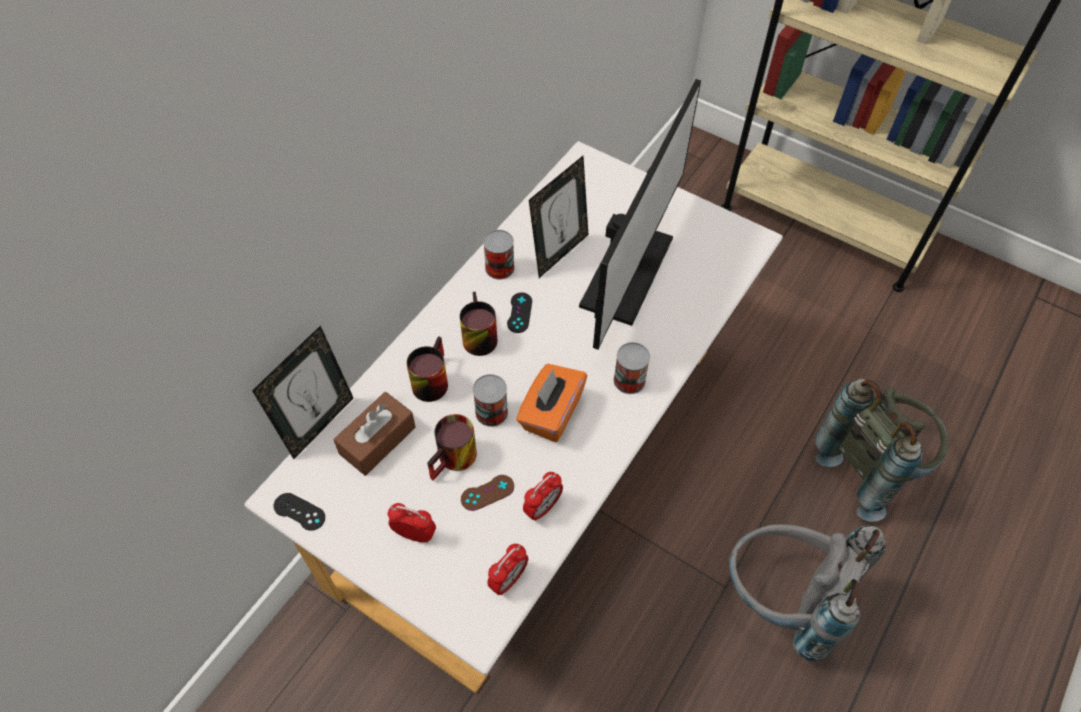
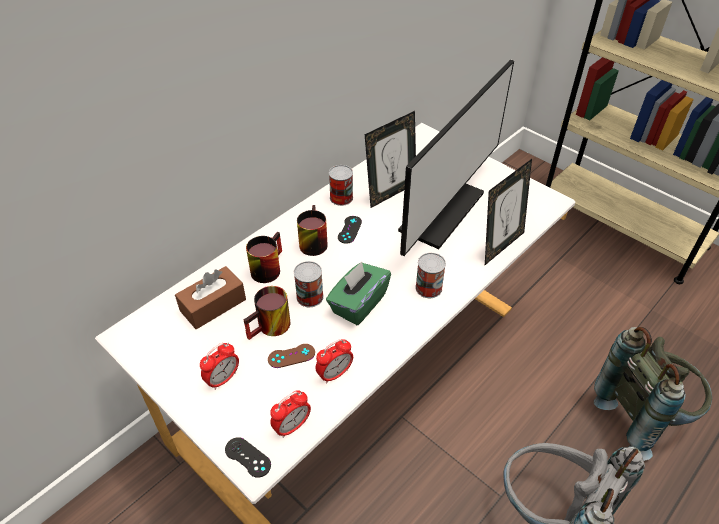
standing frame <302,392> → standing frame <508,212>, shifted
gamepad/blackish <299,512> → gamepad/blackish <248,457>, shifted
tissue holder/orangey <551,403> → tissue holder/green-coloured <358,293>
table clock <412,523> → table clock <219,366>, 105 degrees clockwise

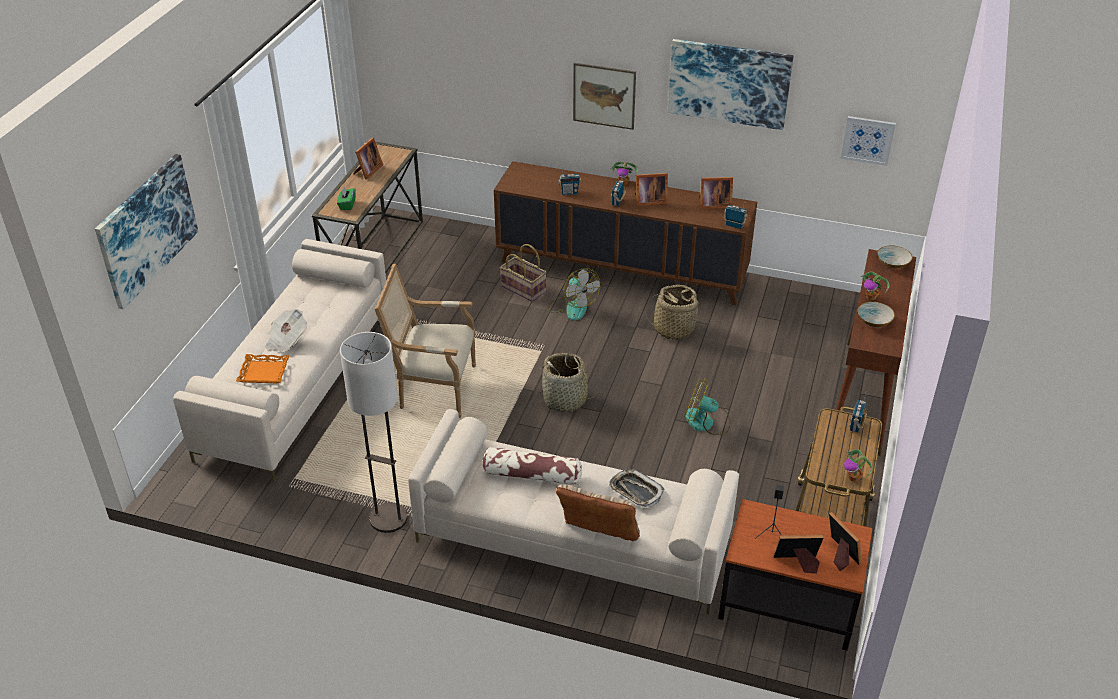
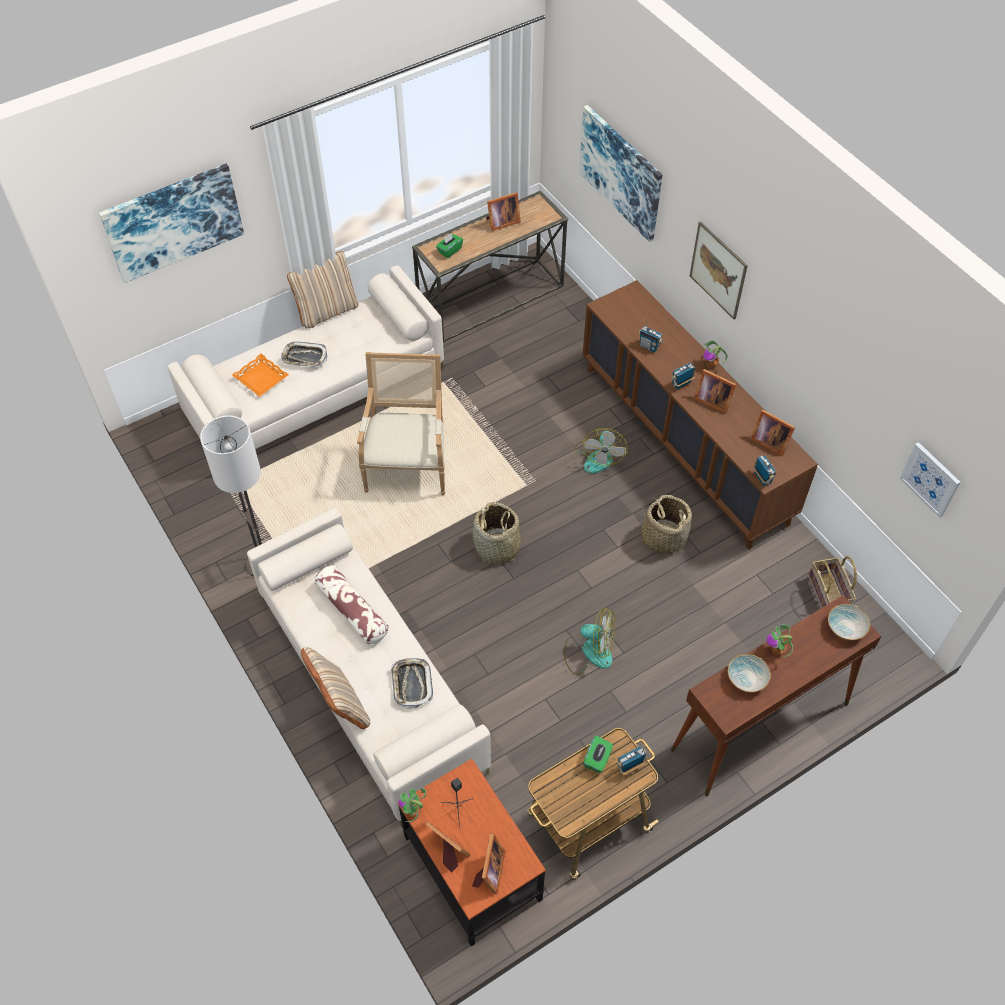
- → cushion/beige <322,289>
- → tissue holder/green-coloured <598,754>
basket <523,273> → basket <832,582>, shifted
picture <730,84> → picture <620,173>, shifted
potted plant <858,465> → potted plant <412,803>, shifted
newspaper <286,330> → carrying tray <304,354>
lounge chair <425,341> → lounge chair <401,423>, 45 degrees clockwise
electric fan <707,407> → electric fan <589,641>, 135 degrees clockwise

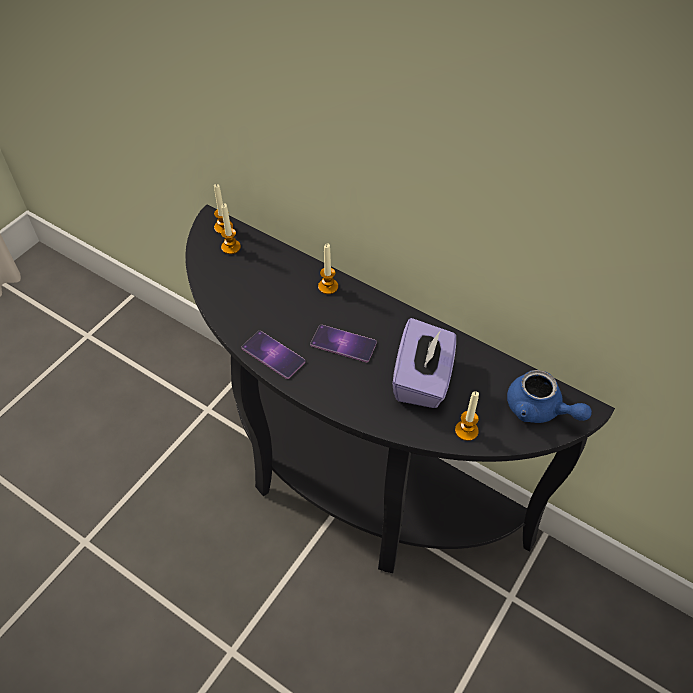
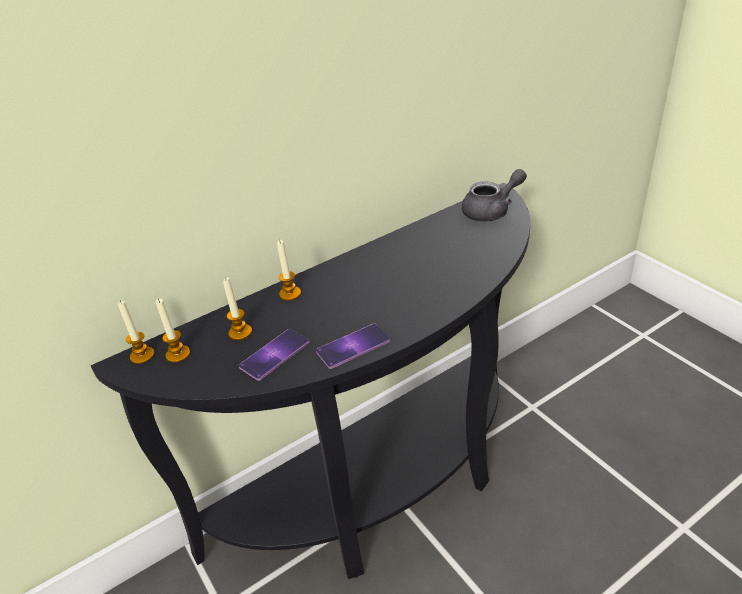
tissue holder/purplish <424,363> → -
handset <343,343> → handset <274,355>, shifted
candle <467,416> → candle <237,308>, shifted
tea pot/blue-coloured <549,396> → tea pot/gray <494,195>

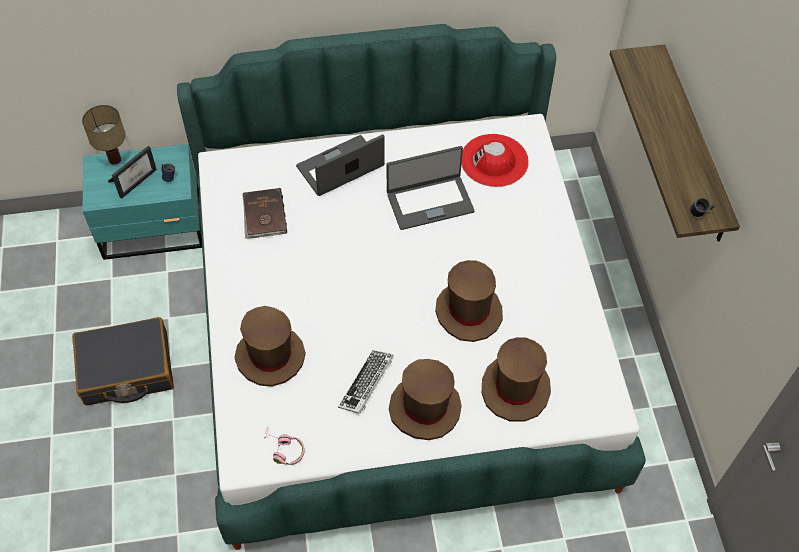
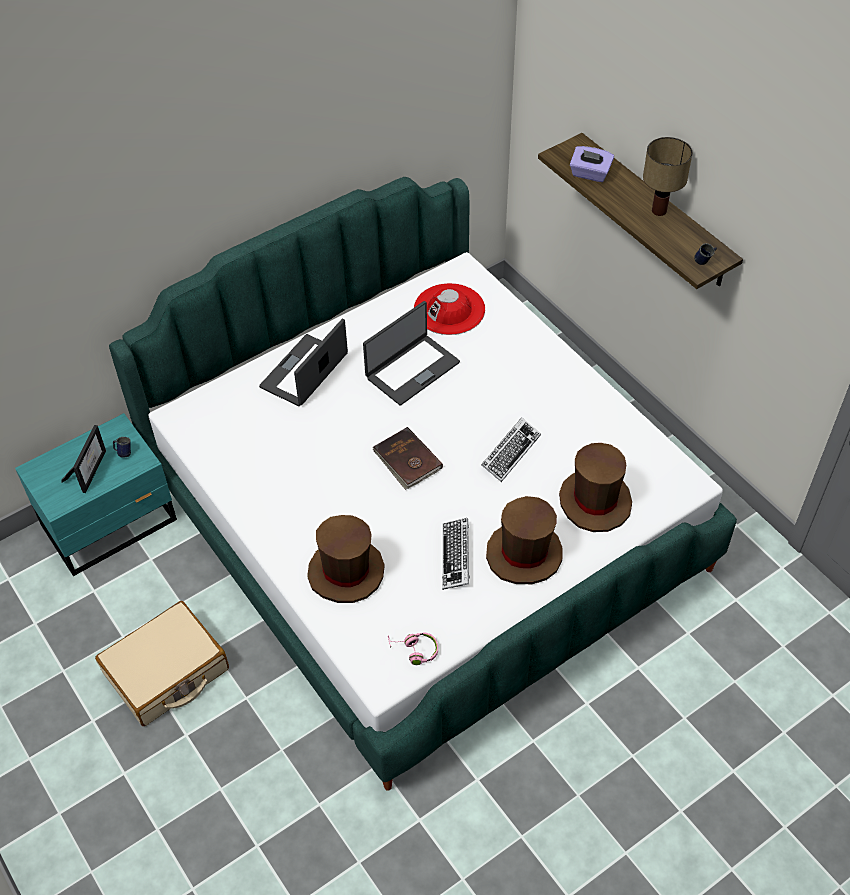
- → tissue holder/purplish <592,164>
tabletop lamp <104,134> → tabletop lamp <668,176>, shifted
volume/brownish <264,213> → volume/brownish <408,458>, shifted
hat/brownish <469,301> → keyboard <511,449>
suitcase/blackish <123,361> → suitcase/beige <162,663>

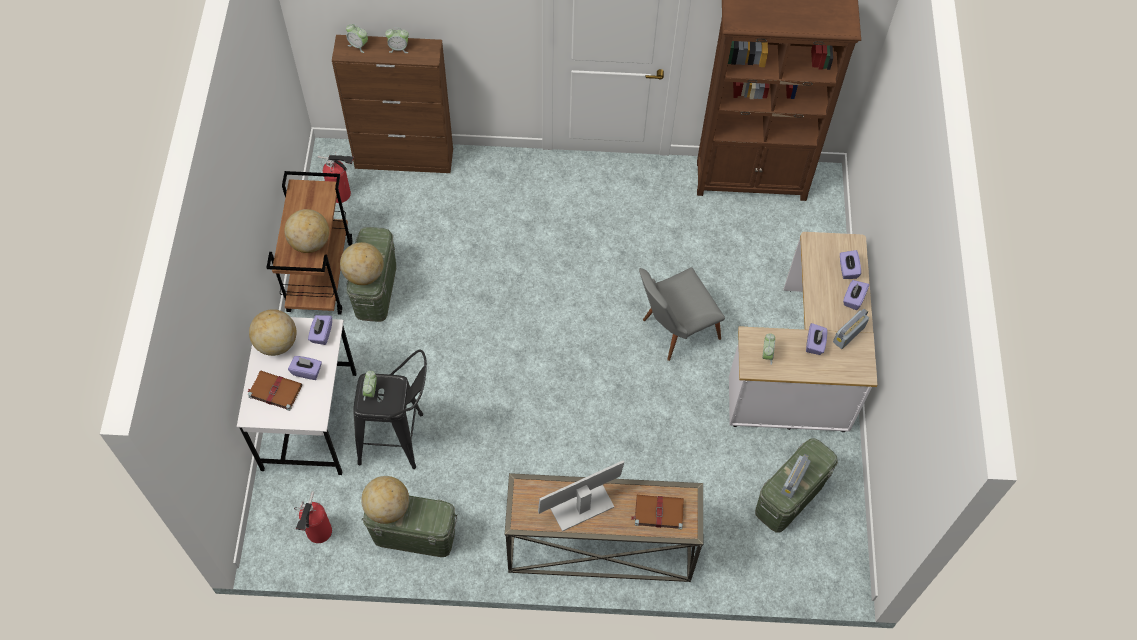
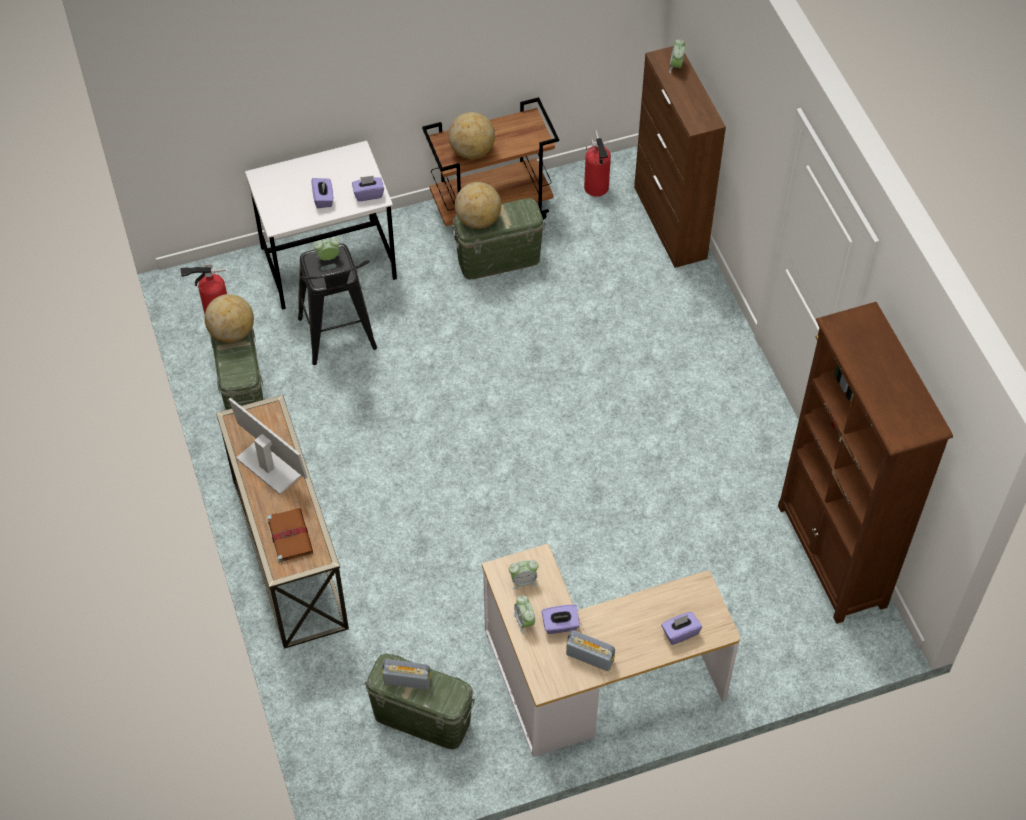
volume/brownish <274,390> → -
globe <272,332> → -
chair/gray <682,314> → -
tissue holder/purplish <856,295> → -
table clock <397,40> → table clock <524,614>, shifted

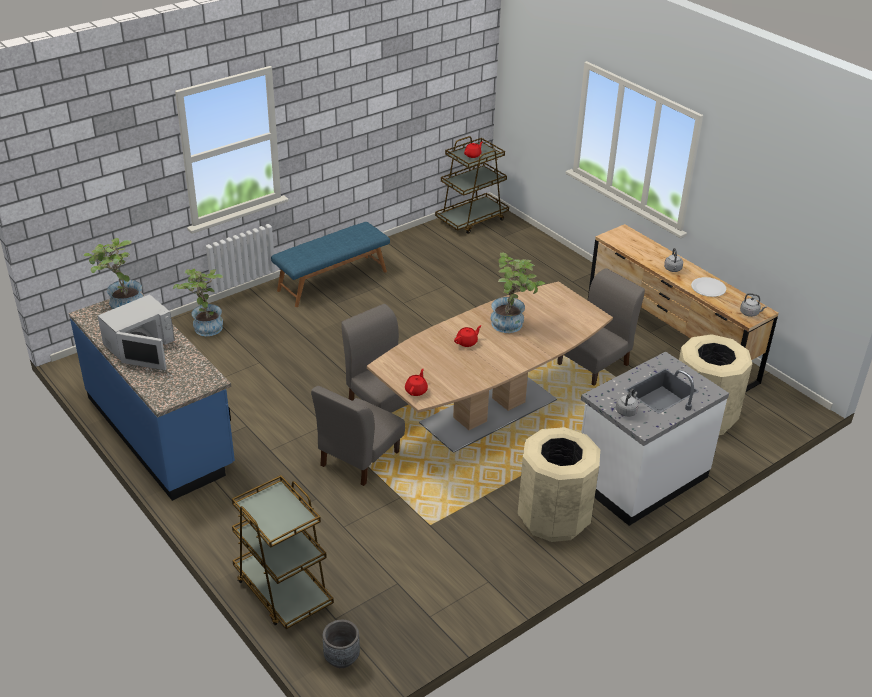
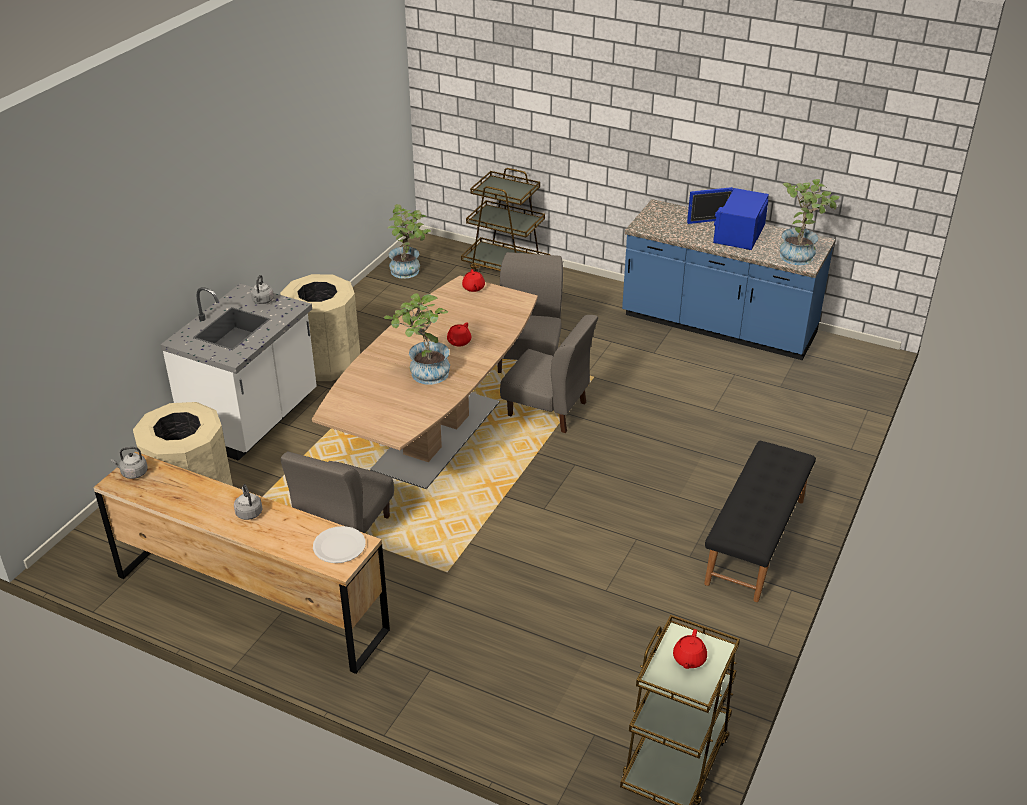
flower pot/gray <341,644> → -
potted plant <198,302> → potted plant <409,241>, shifted
dinner plate/white <708,287> → dinner plate/white <339,544>, shifted
kitchen microwave/white <136,332> → kitchen microwave/blue-coloured <728,218>
long seat/blue-coloured <330,264> → long seat/blackish <760,521>

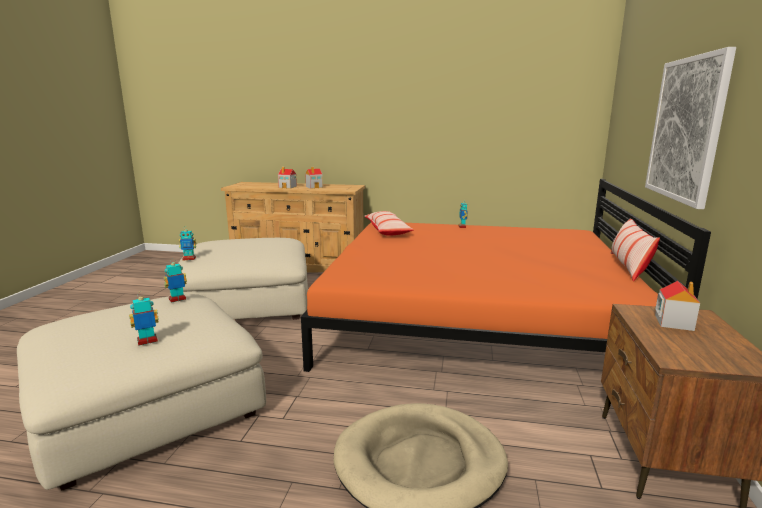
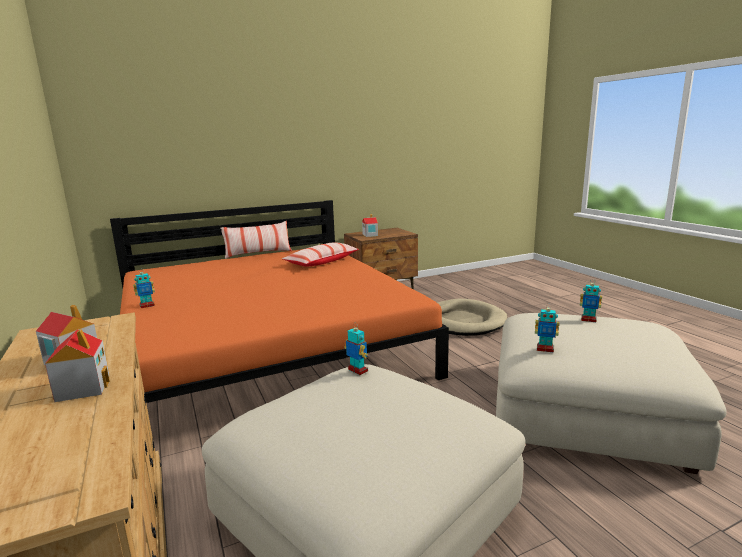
picture <690,128> → -
toy robot <187,243> → toy robot <356,349>, shifted
cushion <389,223> → cushion <320,254>, shifted

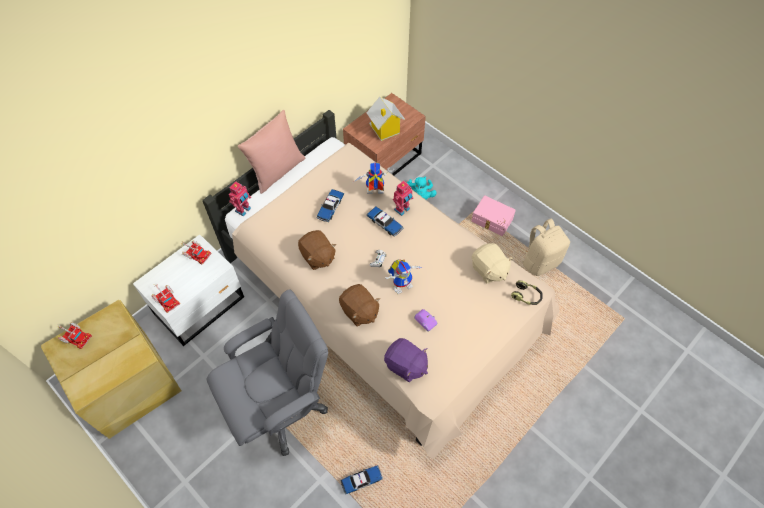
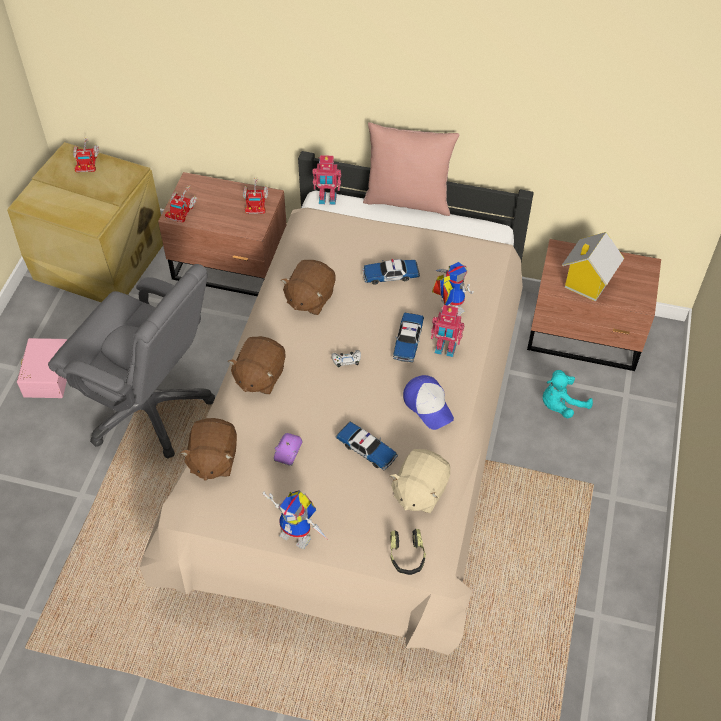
knapsack/beige <545,247> → -
- → cap <428,402>
model car <361,480> → model car <366,446>, shifted
toy robot <404,276> → toy robot <295,520>, shifted
storage bin/pink <493,215> → storage bin/pink <42,368>, shifted
bedside table/white <188,290> → bedside table/brownish <222,234>
cuddly toy/purplish <406,360> → cuddly toy/brownish <208,449>

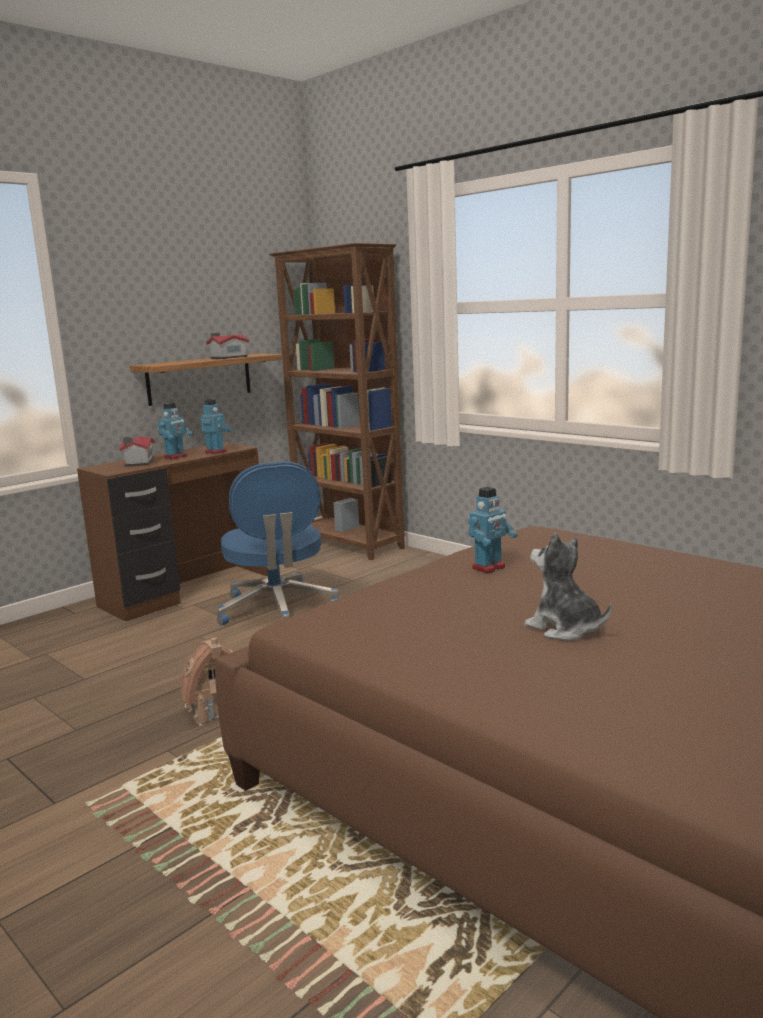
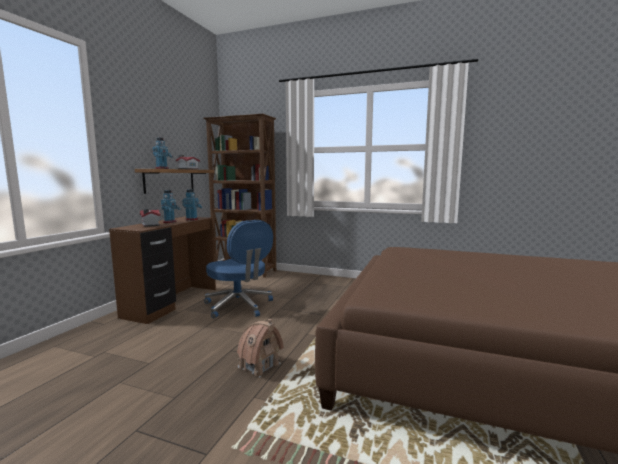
cuddly toy <568,586> → -
toy robot <492,530> → toy robot <162,153>, shifted

